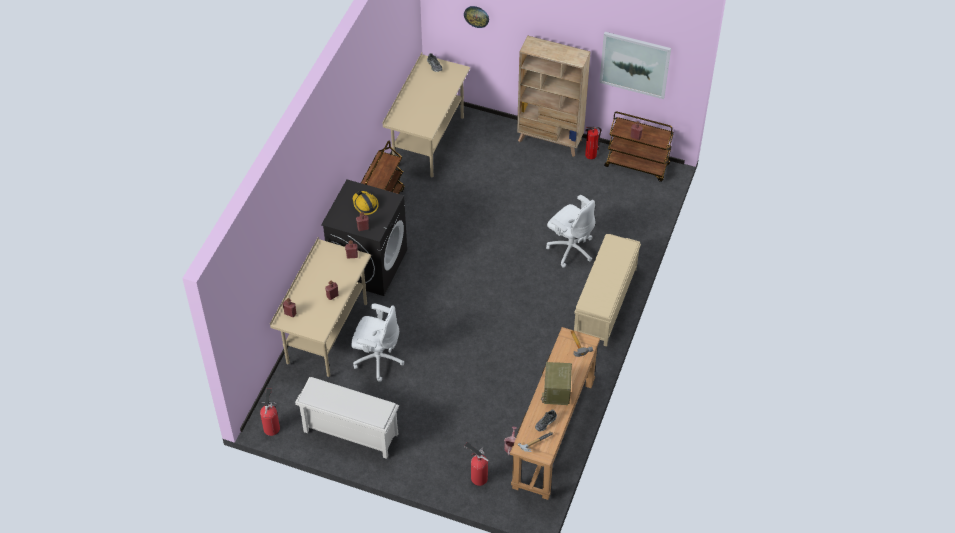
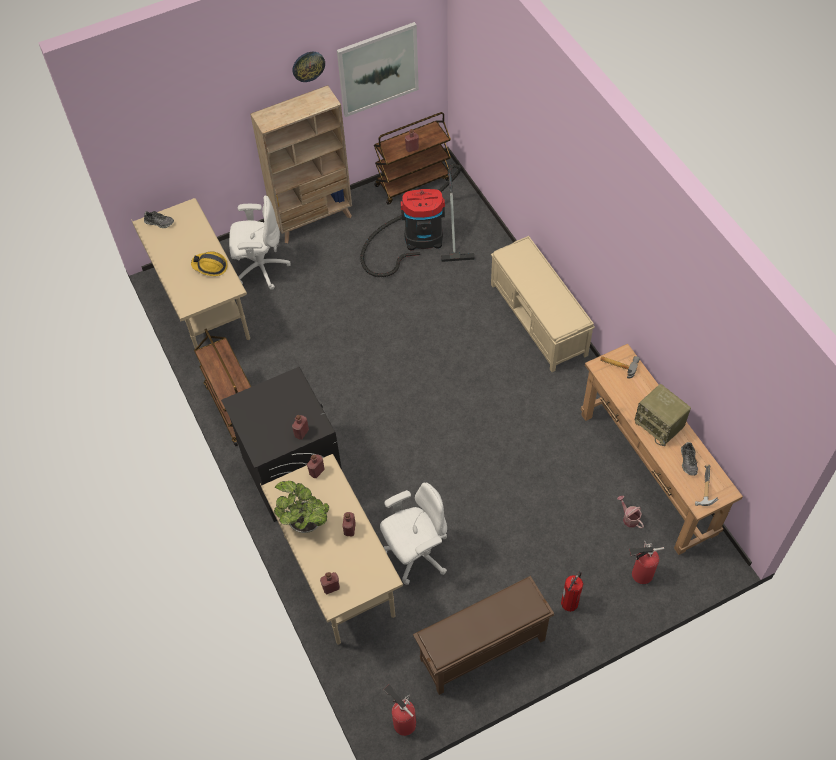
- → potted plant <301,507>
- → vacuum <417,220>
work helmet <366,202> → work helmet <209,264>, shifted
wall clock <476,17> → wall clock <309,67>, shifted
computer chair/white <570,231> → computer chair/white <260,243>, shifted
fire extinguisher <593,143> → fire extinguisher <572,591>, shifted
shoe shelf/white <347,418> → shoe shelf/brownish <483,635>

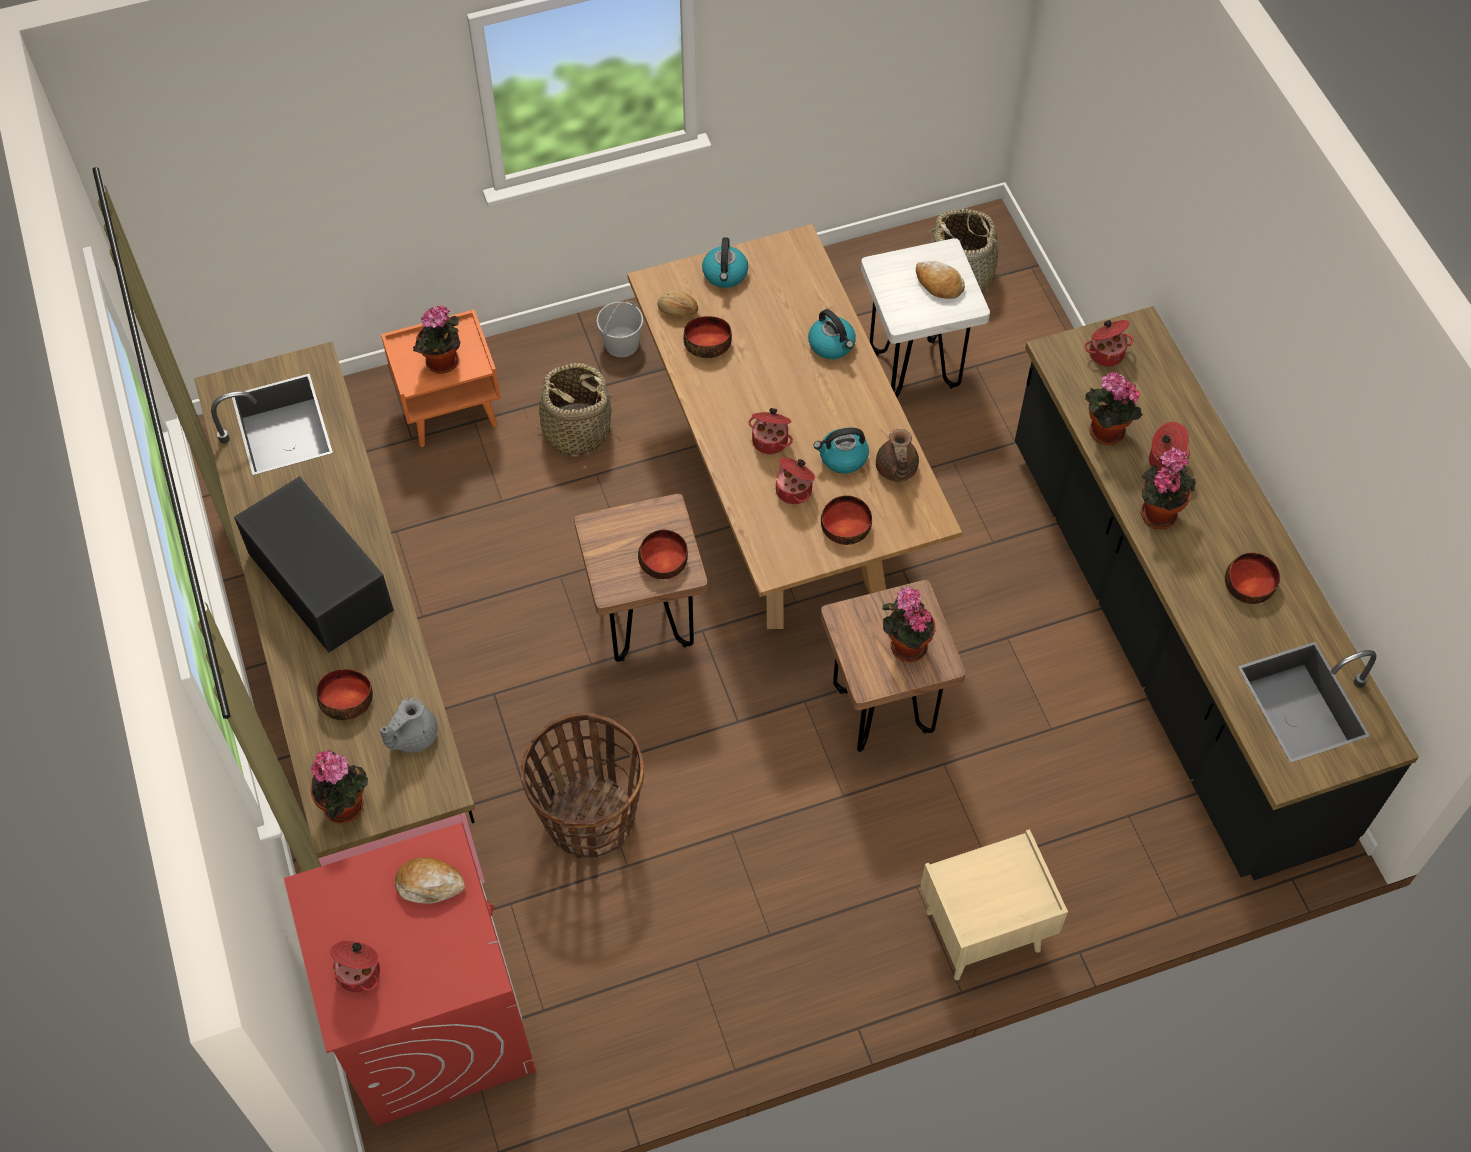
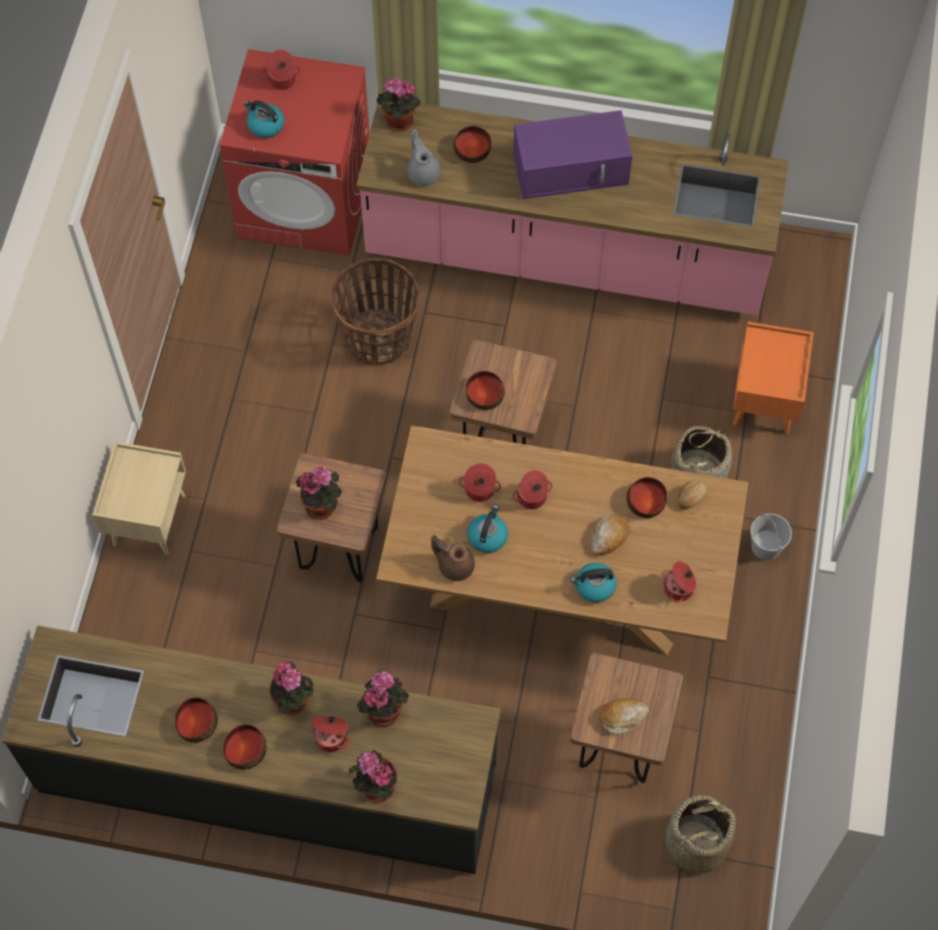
bread <430,880> → bread <610,534>, shifted
potted plant <437,340> → potted plant <373,776>, shifted
tea kettle <725,262> → tea kettle <264,119>, shifted
bowl <846,520> → bowl <245,747>, shifted
stockpot <1108,343> → stockpot <680,582>, shifted
kitchen microwave/blackish <314,564> → kitchen microwave/purplish <572,154>
sitting stool/white <925,318> → sitting stool/brownish <626,718>

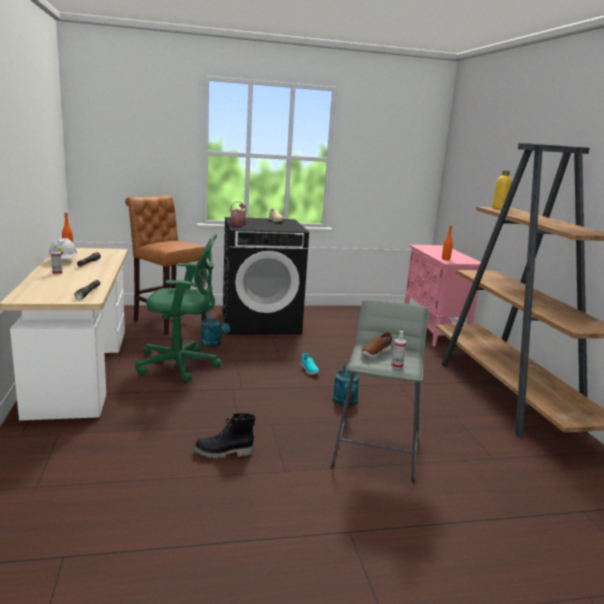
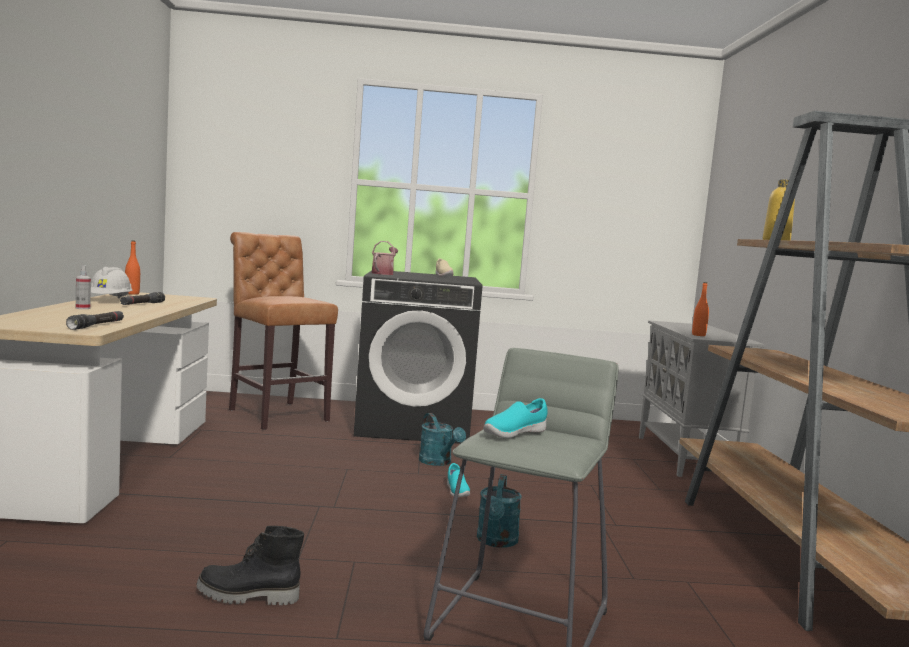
computer chair/green-coloured <178,308> → -
sprayer <398,350> → -
watering can/turquoise <215,330> → watering can/turquoise <442,439>, shifted
shoe/brownish <376,345> → shoe/turquoise <515,418>
storage cabinet/pink <443,295> → storage cabinet/gray <702,398>

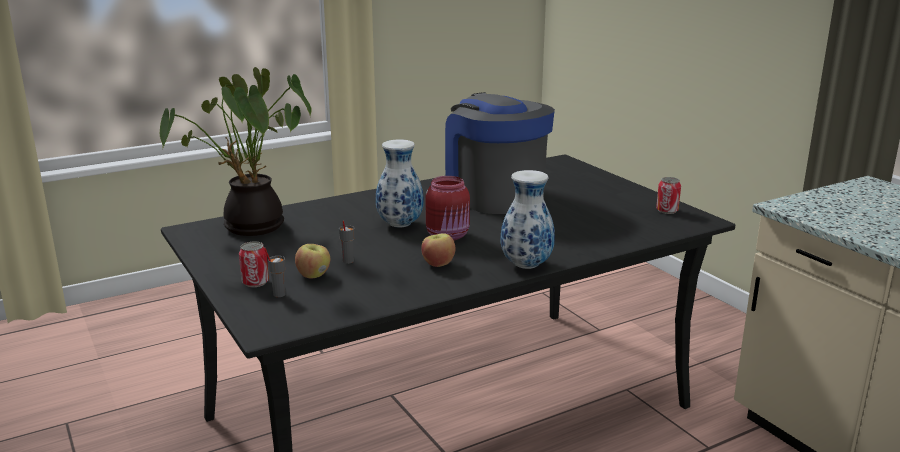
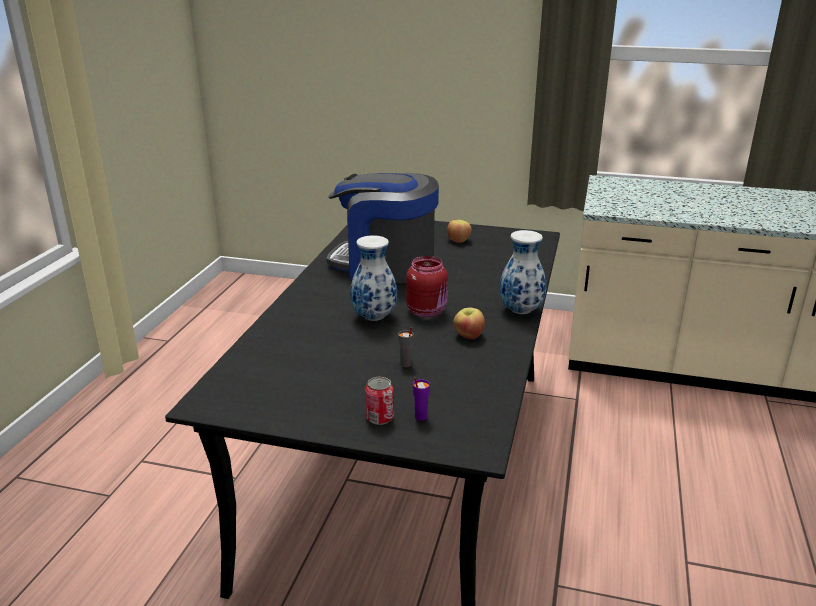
potted plant <236,151> → -
can <668,195> → -
apple fruit <312,261> → apple fruit <459,231>, shifted
cup/gray <275,272> → cup/purplish <421,399>

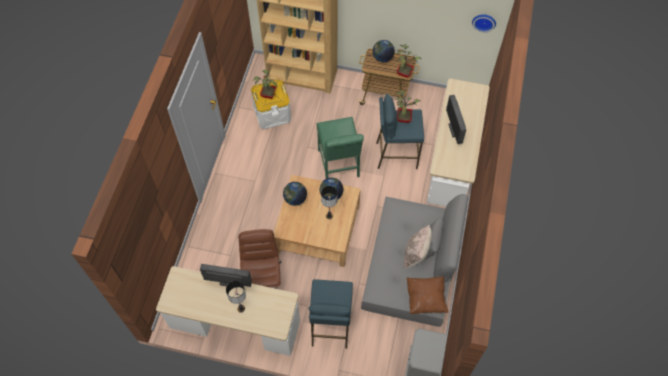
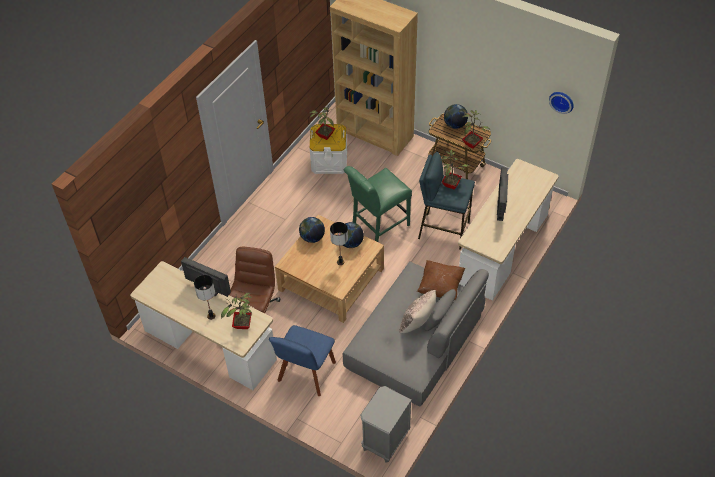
- → potted plant <236,310>
cushion/brownish <427,295> → cushion/brownish <441,280>, shifted
sitting stool/blue-coloured <330,314> → chair/blue-coloured <302,360>
chair/green-coloured <340,148> → chair/green-coloured <378,204>, 45 degrees clockwise

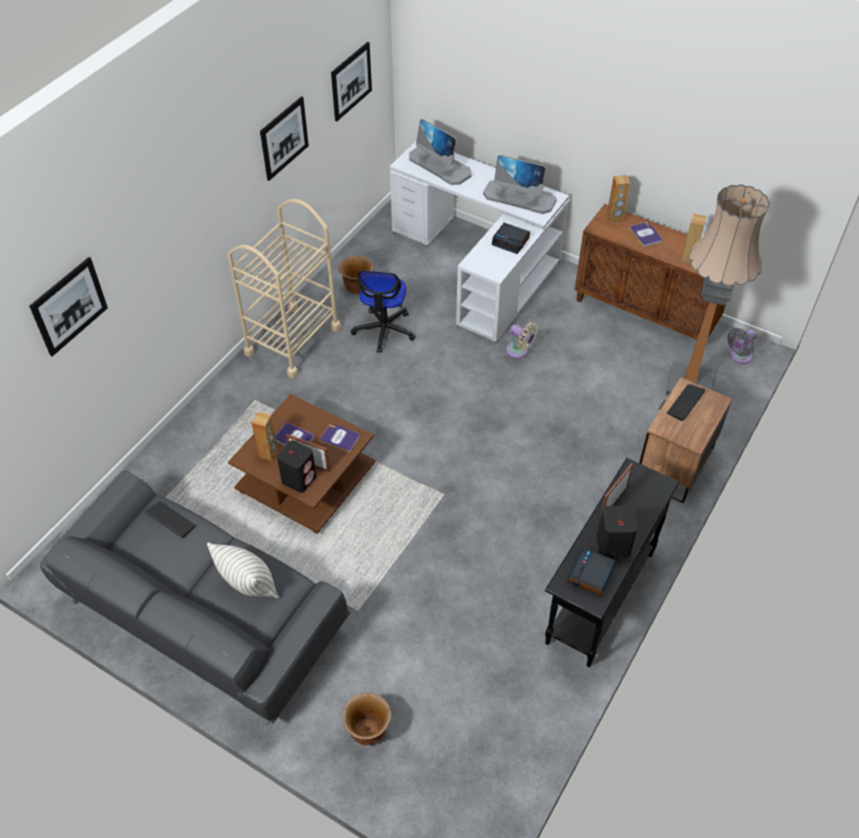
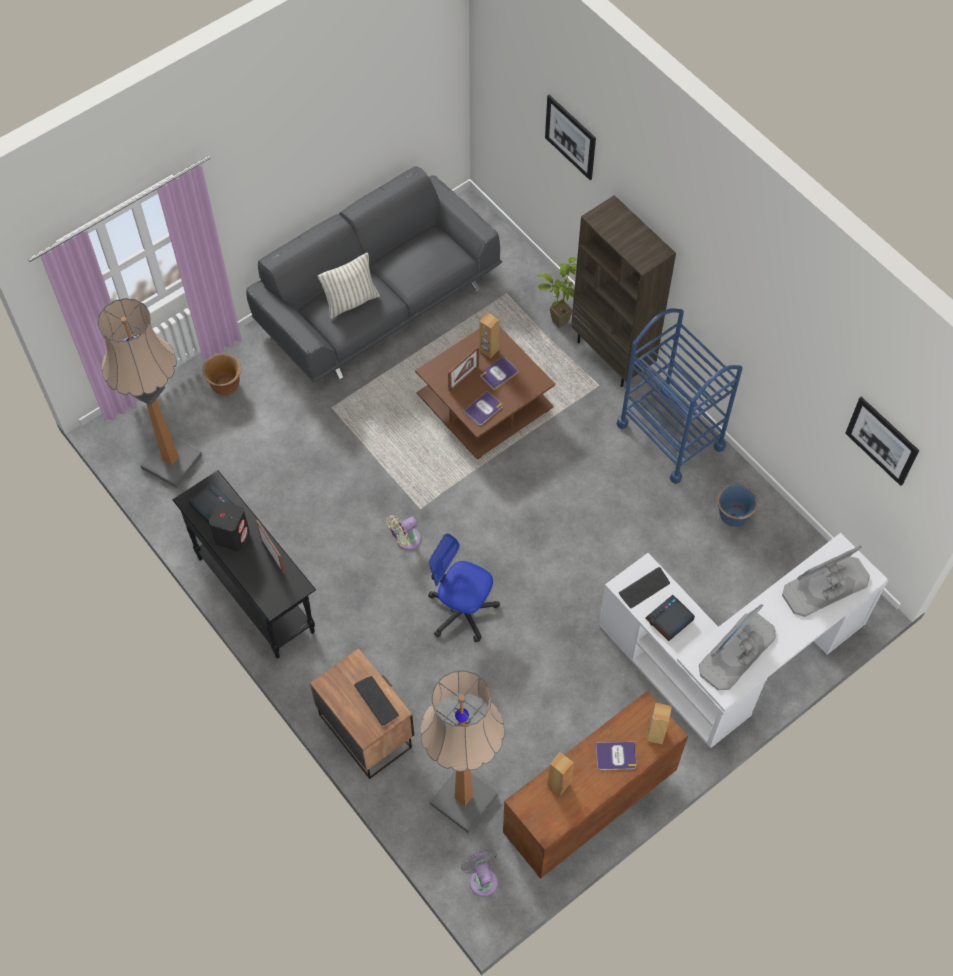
picture <284,138> → -
loudspeaker/blackish <296,466> → -
- → standing lamp <149,393>
- → potted plant <557,292>
- → bookcase/brownish <623,291>
keyboard <170,519> → keyboard <644,588>, shifted
computer chair <383,311> → computer chair <464,588>, shifted
electric fan/beige <522,340> → electric fan/beige <403,532>, shifted
trolley/beige <284,288> → trolley/blue-coloured <679,396>
flower pot/brownish <356,274> → flower pot/blue-coloured <737,505>

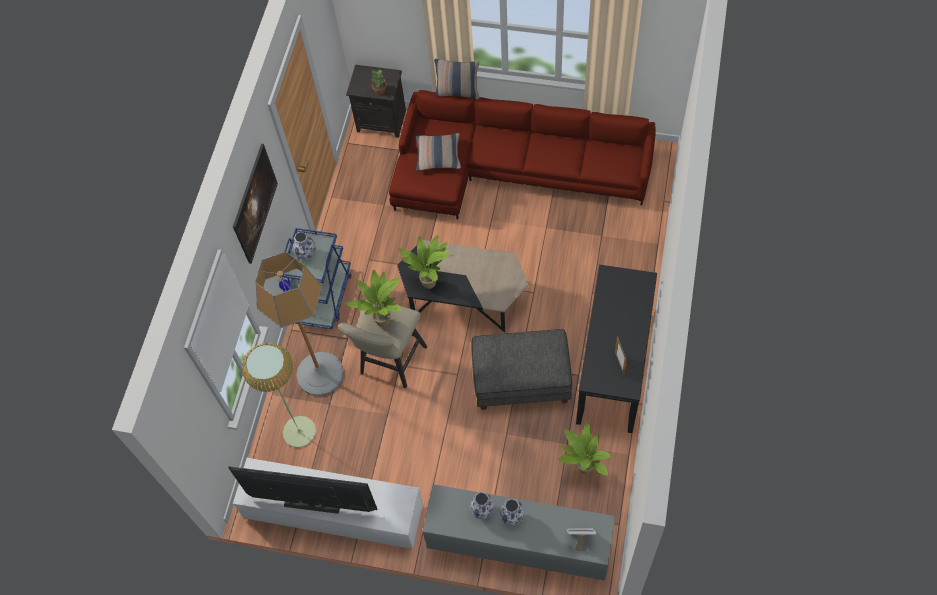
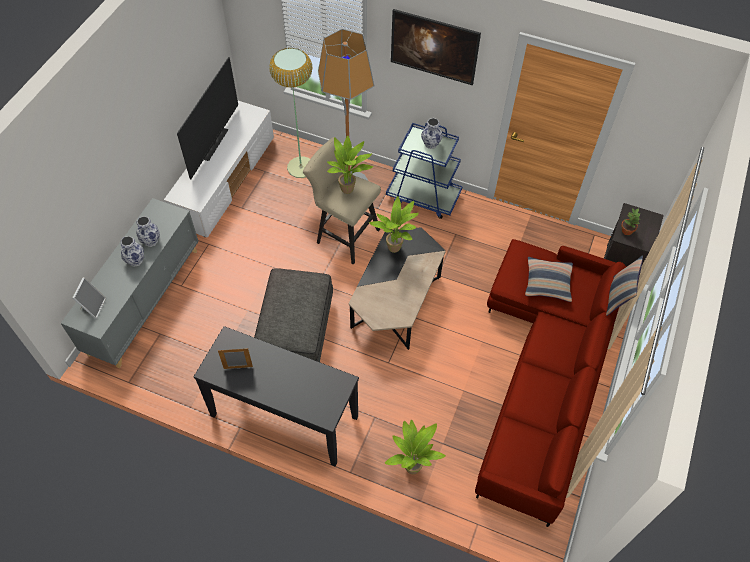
potted plant <585,449> → potted plant <415,447>, shifted

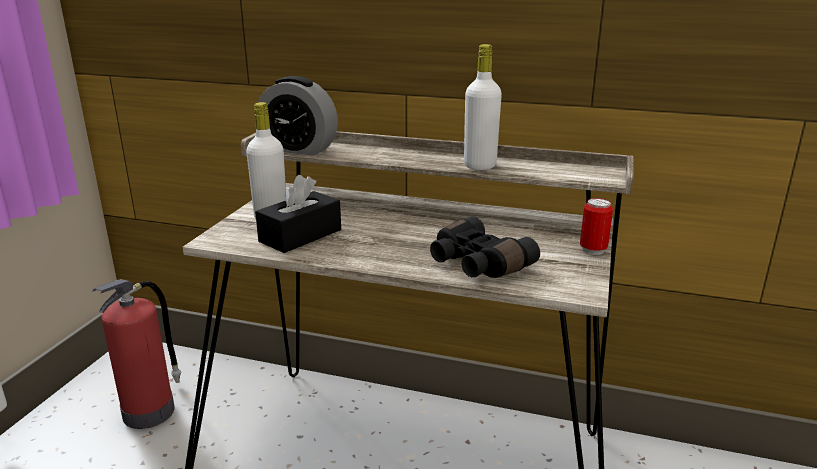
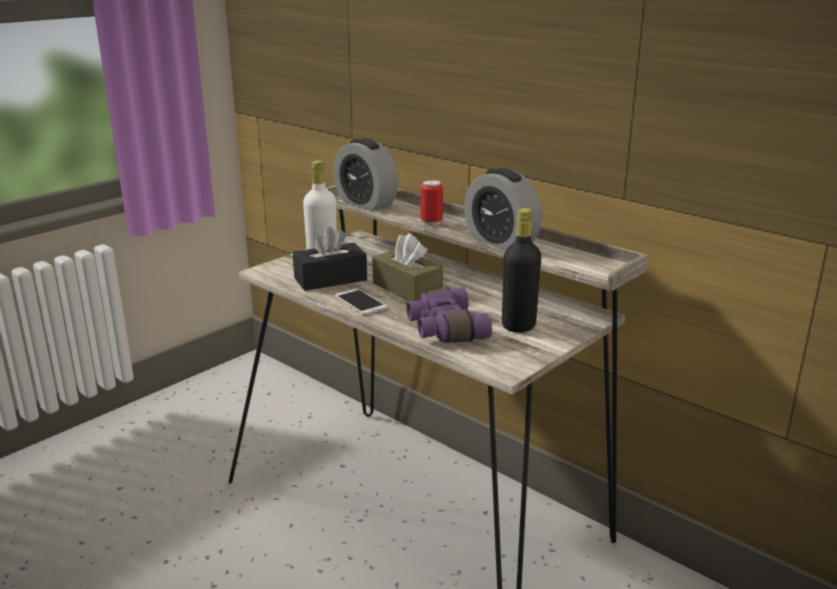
fire extinguisher <136,354> → -
- → handset <361,301>
- → tissue holder/brownish <407,267>
- → drink bottle/blackish <521,270>
can <596,226> → can <431,203>, shifted
drink bottle/white <483,107> → table clock <503,209>
pair of binoculars/blackish <485,247> → pair of binoculars/purplish <449,315>

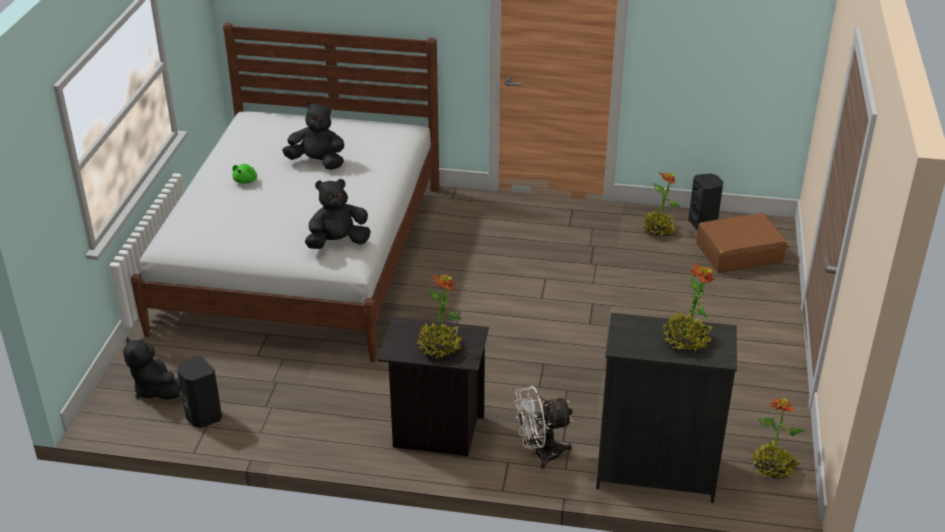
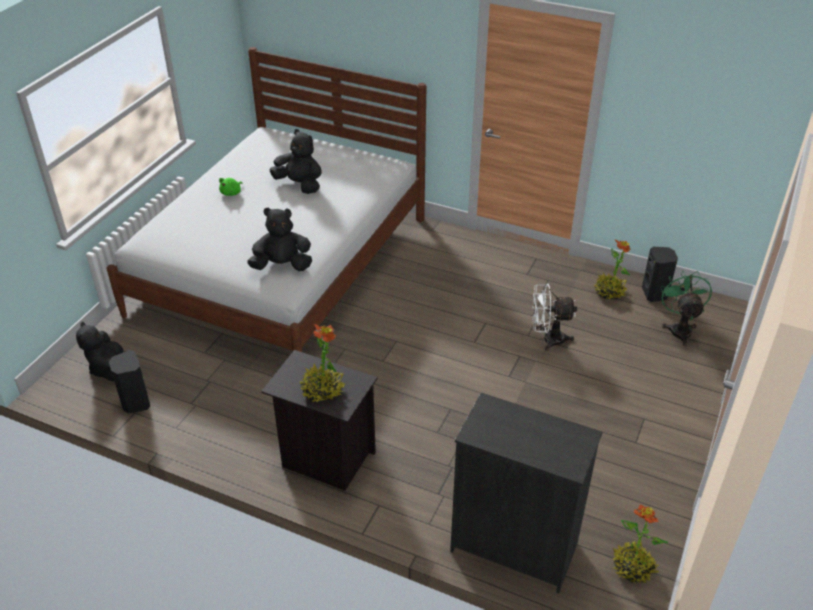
potted plant <689,307> → -
electric fan/white <543,427> → electric fan/white <554,317>, shifted
suitcase/brownish <741,243> → electric fan/green-coloured <686,308>

